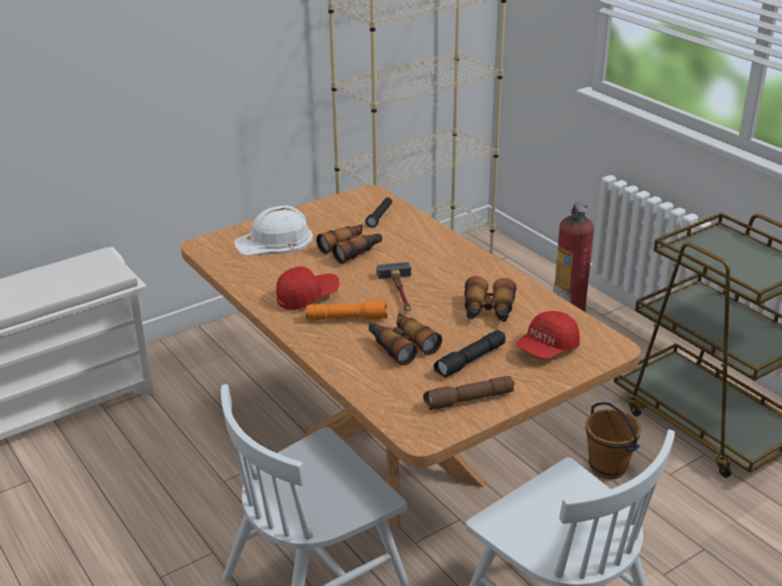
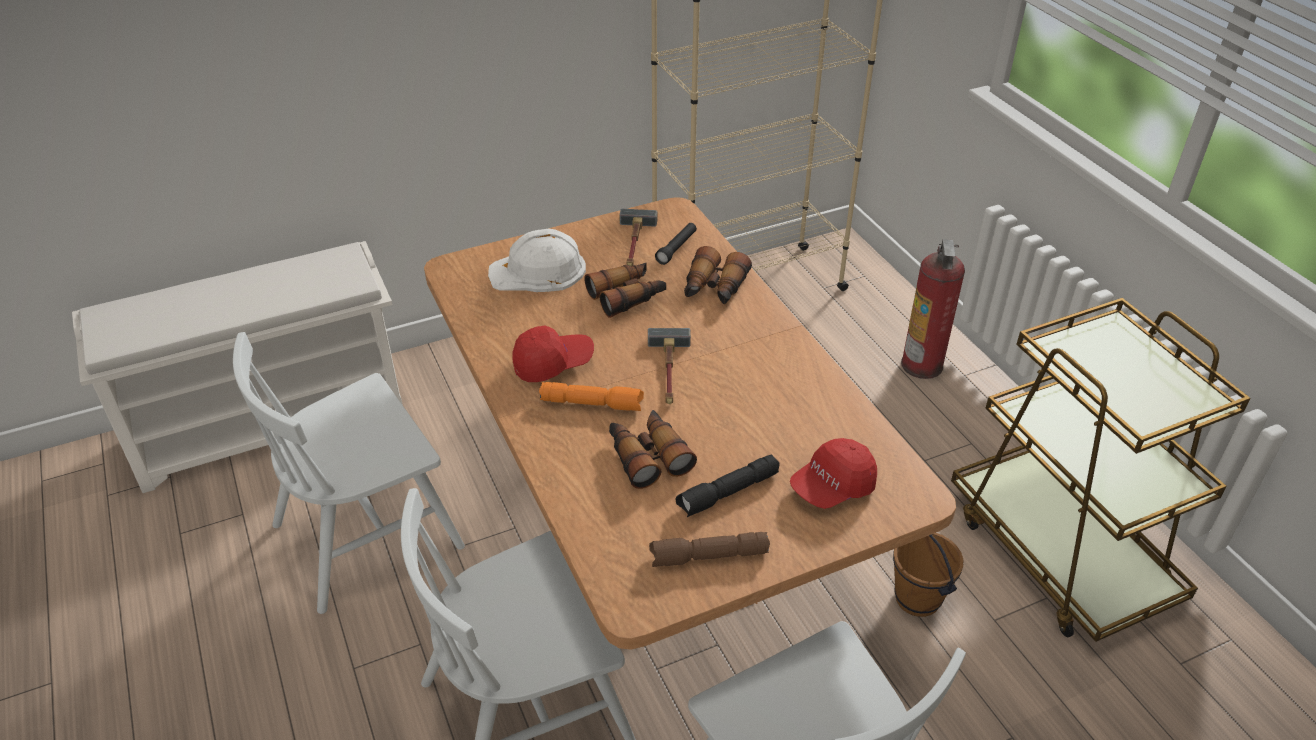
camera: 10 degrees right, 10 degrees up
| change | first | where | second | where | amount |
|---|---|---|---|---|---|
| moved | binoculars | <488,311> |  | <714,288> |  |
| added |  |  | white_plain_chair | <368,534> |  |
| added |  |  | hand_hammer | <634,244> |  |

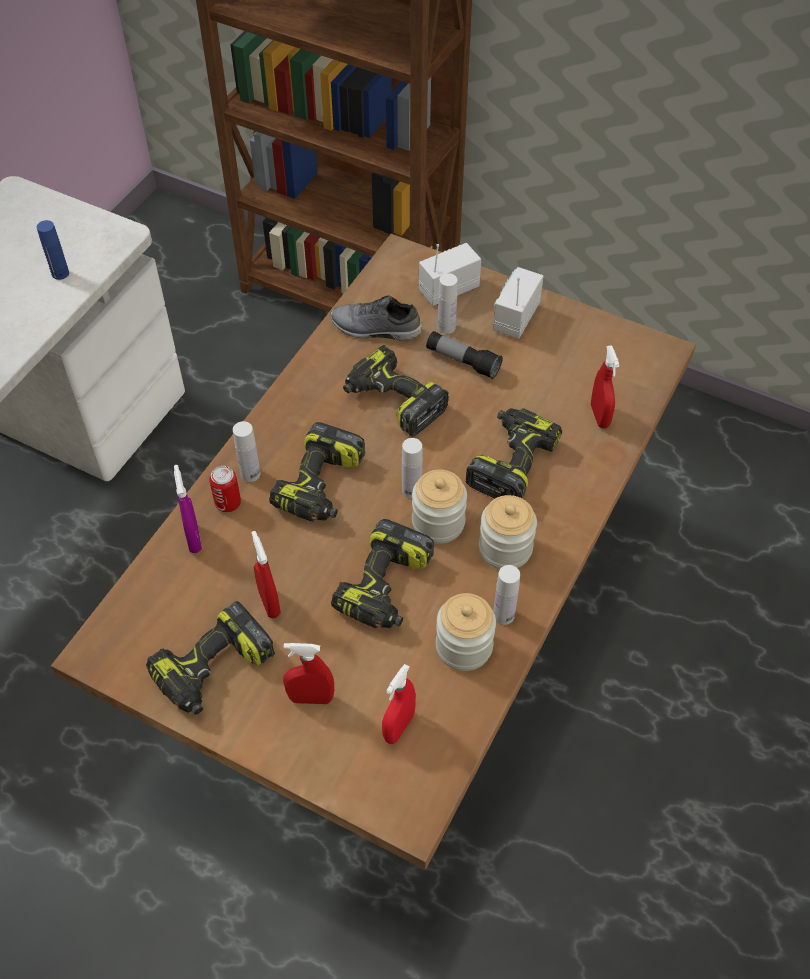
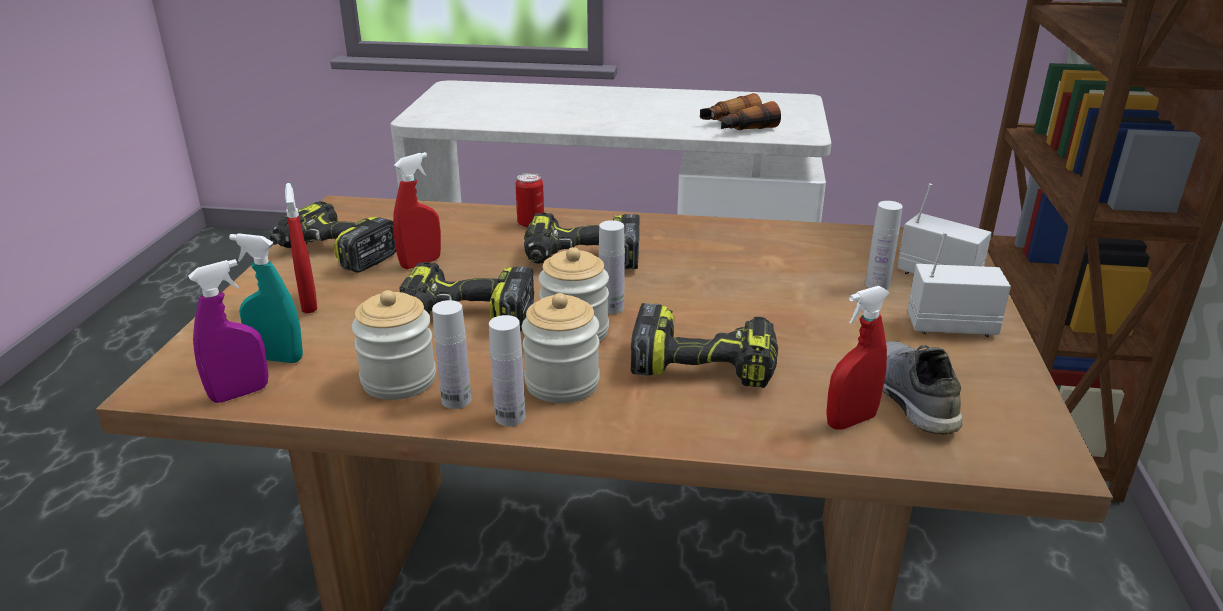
camera: 70 degrees right, 25 degrees down
| change | first | where | second | where | amount |
|---|---|---|---|---|---|
| replaced | blue_drink_bottle | <60,273> | binoculars | <736,127> |  |
| moved | purple-coloured_spray_bottle | <193,538> |  | <240,393> |  |
| moved | white_drink_bottle | <250,474> |  | <510,417> |  |
| moved | greyish_low_shoe | <375,329> |  | <909,397> |  |
| removed | drill | <393,401> |  |  |  |
| recoloured | red_spray_bottle | <399,727> | turquoise-coloured_spray_bottle | <277,358> |  |
| removed | hand_torch | <463,361> |  |  |  |

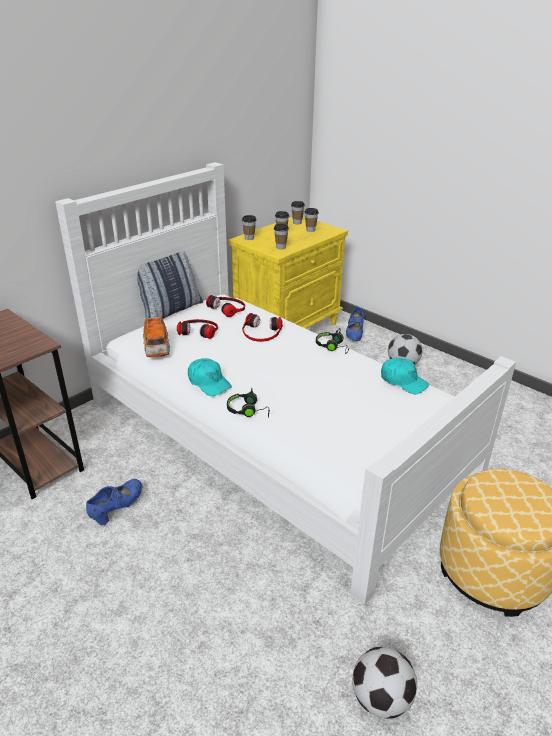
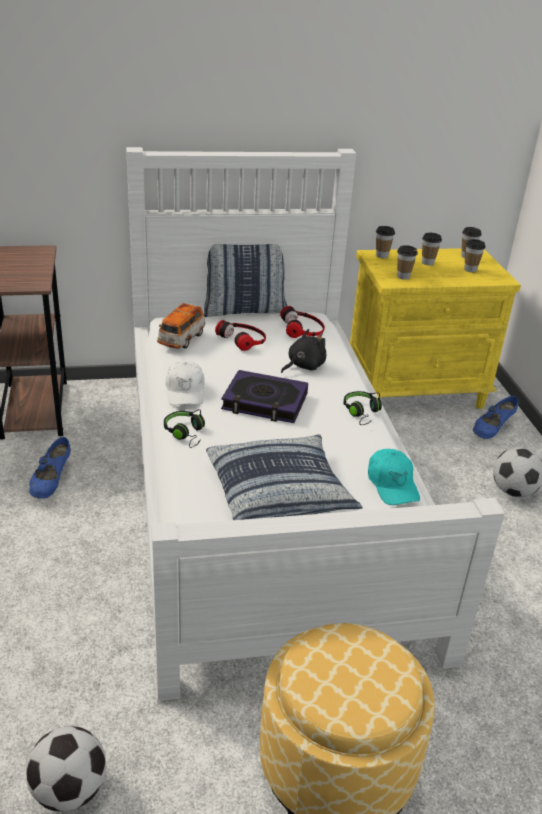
camera: 35 degrees right, 0 degrees up
| change | first | where | second | where | amount |
|---|---|---|---|---|---|
| turned | blue_low_shoe | <117,508> |  | <51,483> | 120 degrees clockwise |
| recoloured | turquoise-coloured_cap | <209,383> | white_cap | <185,391> |  |
| replaced | pair_of_headphones | <261,332> | black-coloured_cuddly_toy | <303,366> |  |
| added |  |  | cushion | <279,492> |  |
| added |  |  | volume | <264,402> |  |

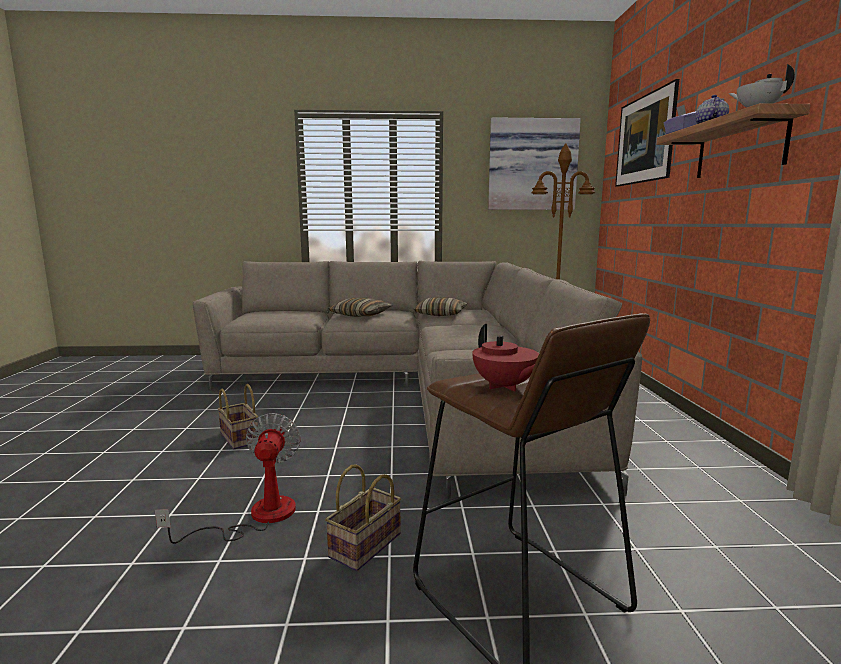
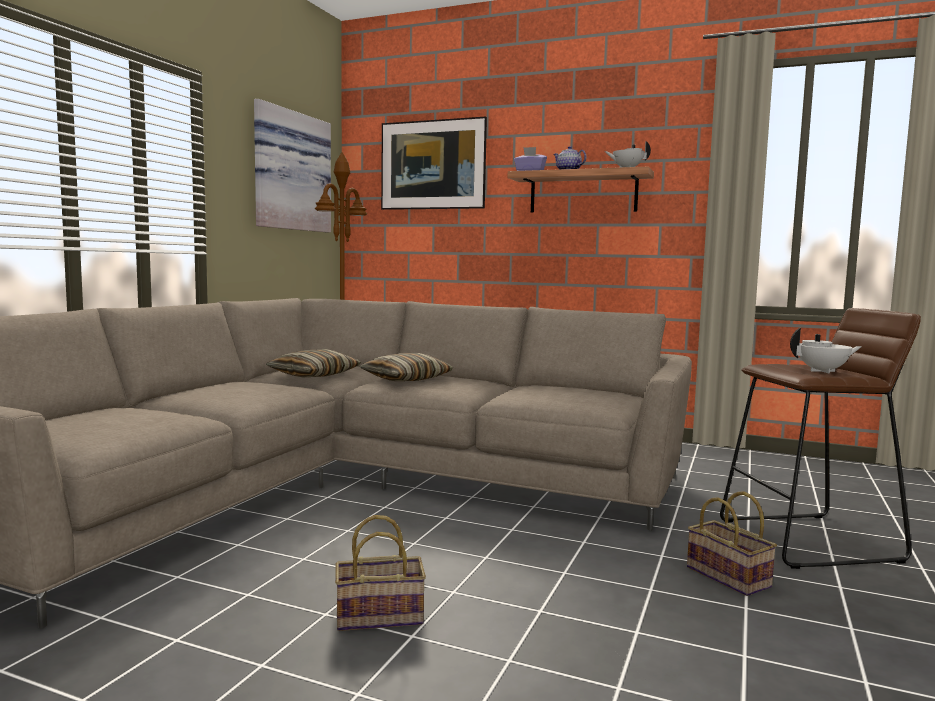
camera: 65 degrees left, 5 degrees down
| change | first | where | second | where | amount |
|---|---|---|---|---|---|
| removed | fan | <257,517> |  |  |  |
| moved | cushion | <360,315> |  | <406,379> |  |
| recoloured | red_teapot | <504,386> | white_teapot | <823,371> |  |

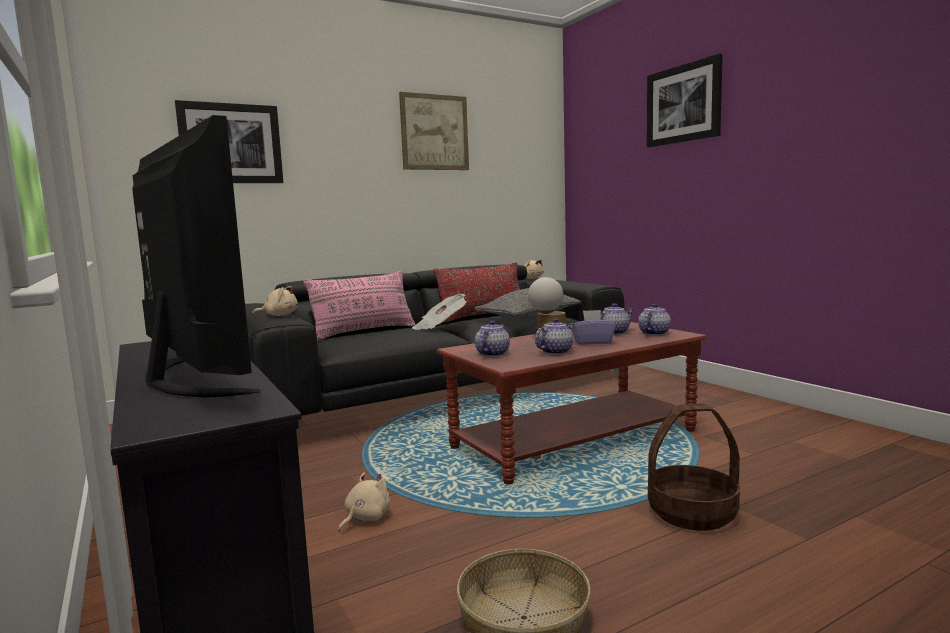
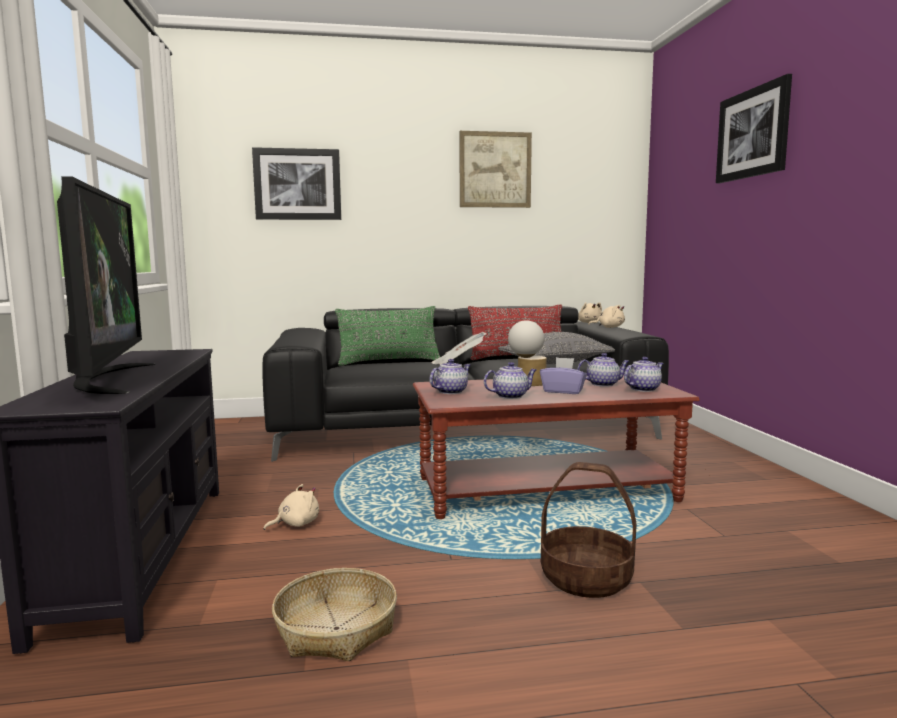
camera: 20 degrees right, 0 degrees up
| change | first | where | second | where | amount |
|---|---|---|---|---|---|
| moved | sand-coloured_cuddly_toy | <279,315> |  | <609,327> |  |
| recoloured | pink_cushion | <364,332> | green_cushion | <389,362> |  |

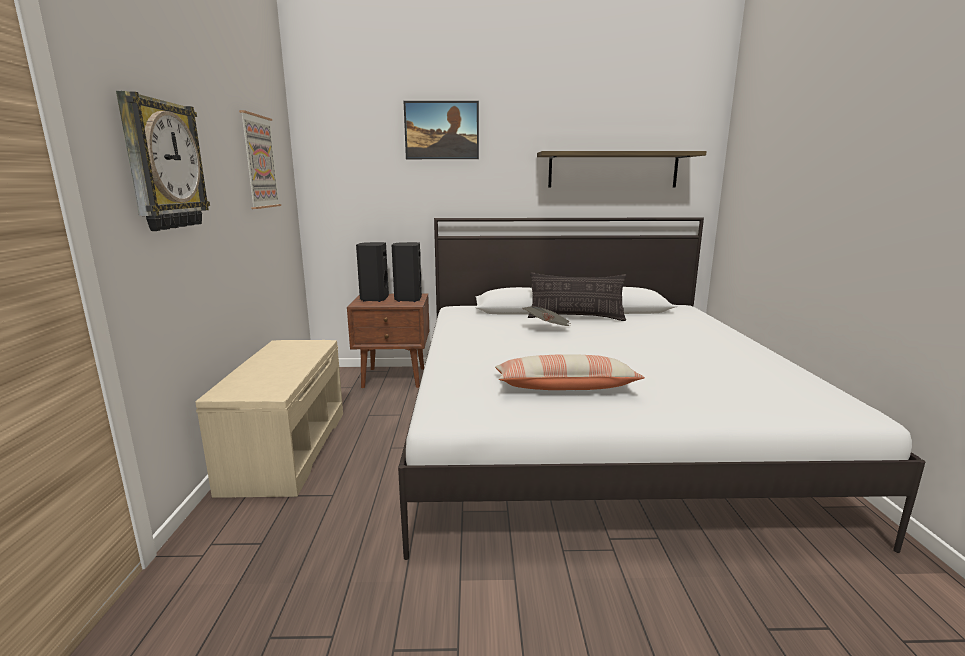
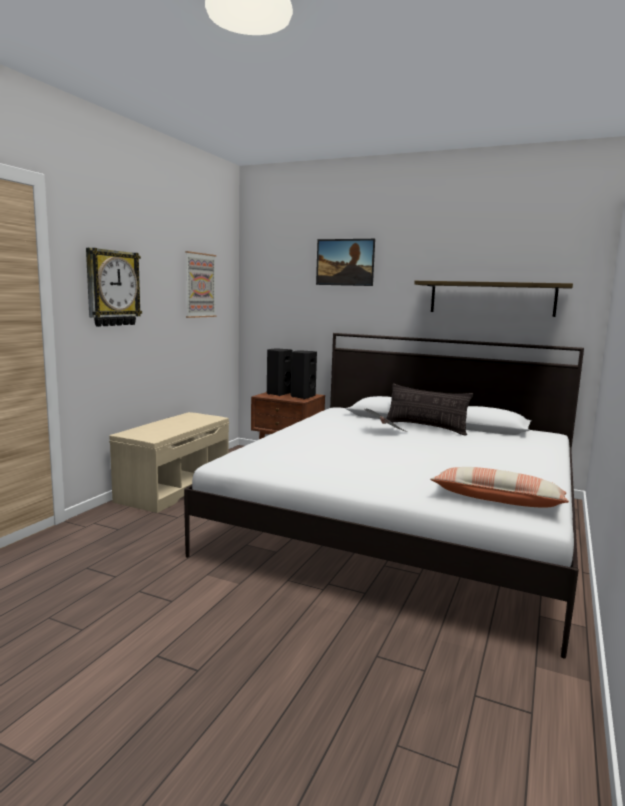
camera: 25 degrees right, 5 degrees down
| change | first | where | second | where | amount |
|---|---|---|---|---|---|
| moved | cushion | <564,387> |  | <497,500> |  |

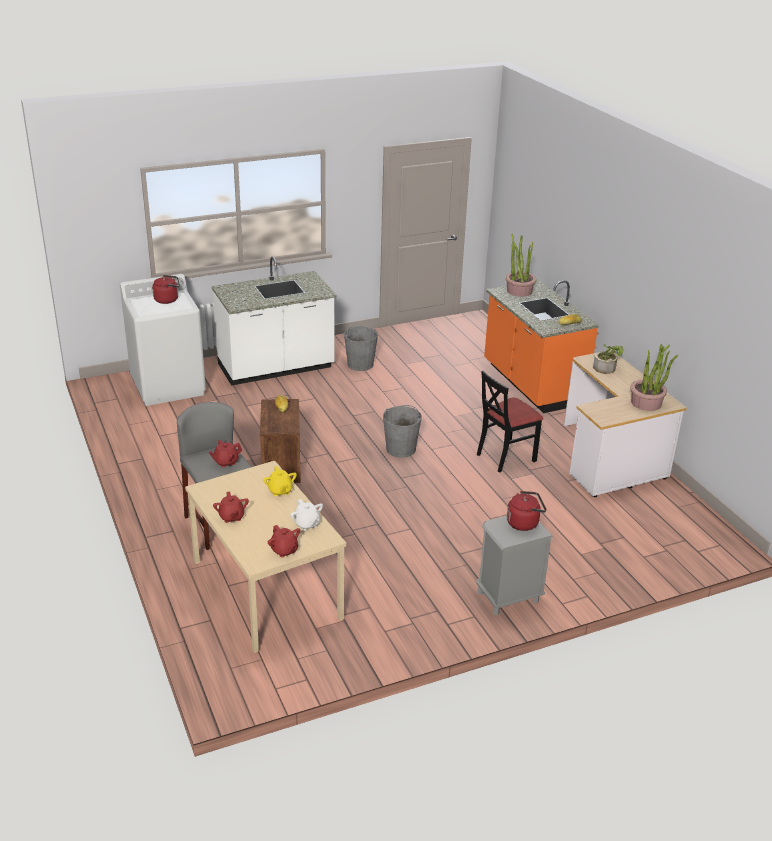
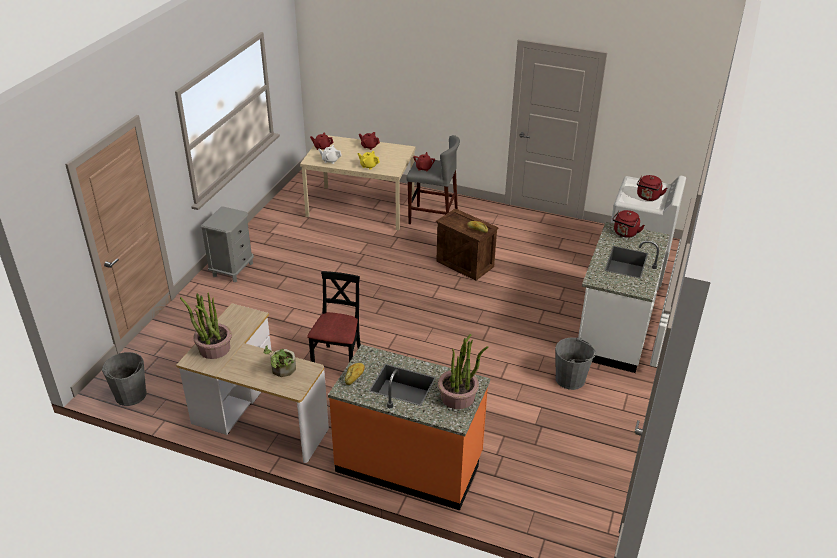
camera: 135 degrees right, 5 degrees up
| change | first | where | second | where | amount |
|---|---|---|---|---|---|
| moved | greyish_water_bucket | <401,449> |  | <130,395> |  |
| moved | red_kettle | <524,523> |  | <625,233> |  |

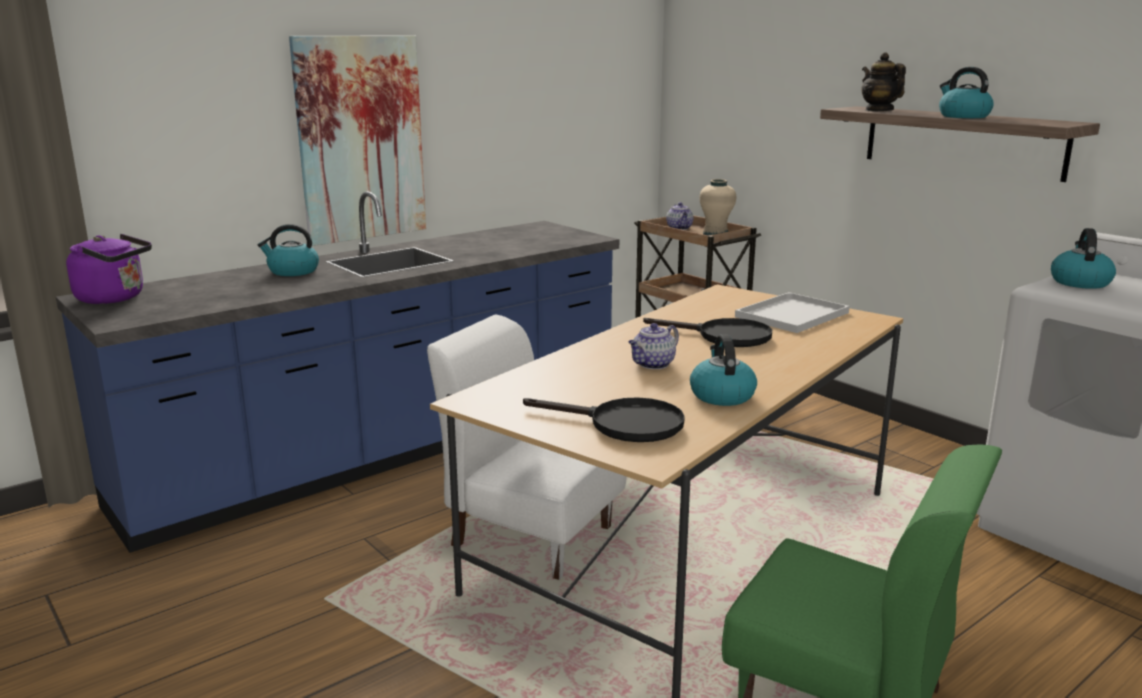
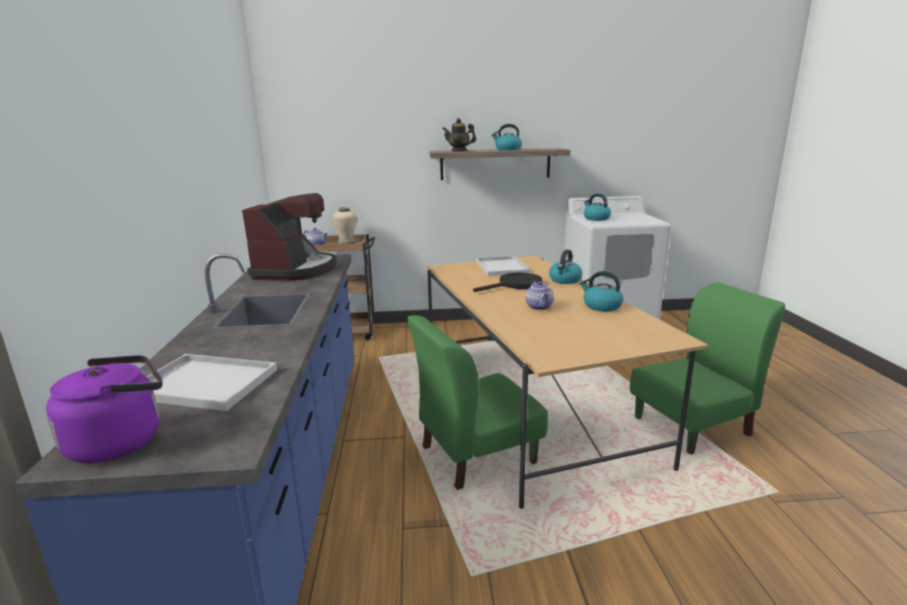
camera: 55 degrees left, 0 degrees up
| change | first | where | second | where | amount |
|---|---|---|---|---|---|
| moved | kettle | <292,271> |  | <565,280> |  |
| removed | wall_art | <361,139> |  |  |  |
| recoloured | white_plain_chair | <531,536> | green_plain_chair | <476,455> |  |
| removed | black-coloured_pan | <623,424> |  |  |  |
| added |  |  | white_serving_tray | <201,384> |  |
| added |  |  | coffee_machine | <296,270> |  |

